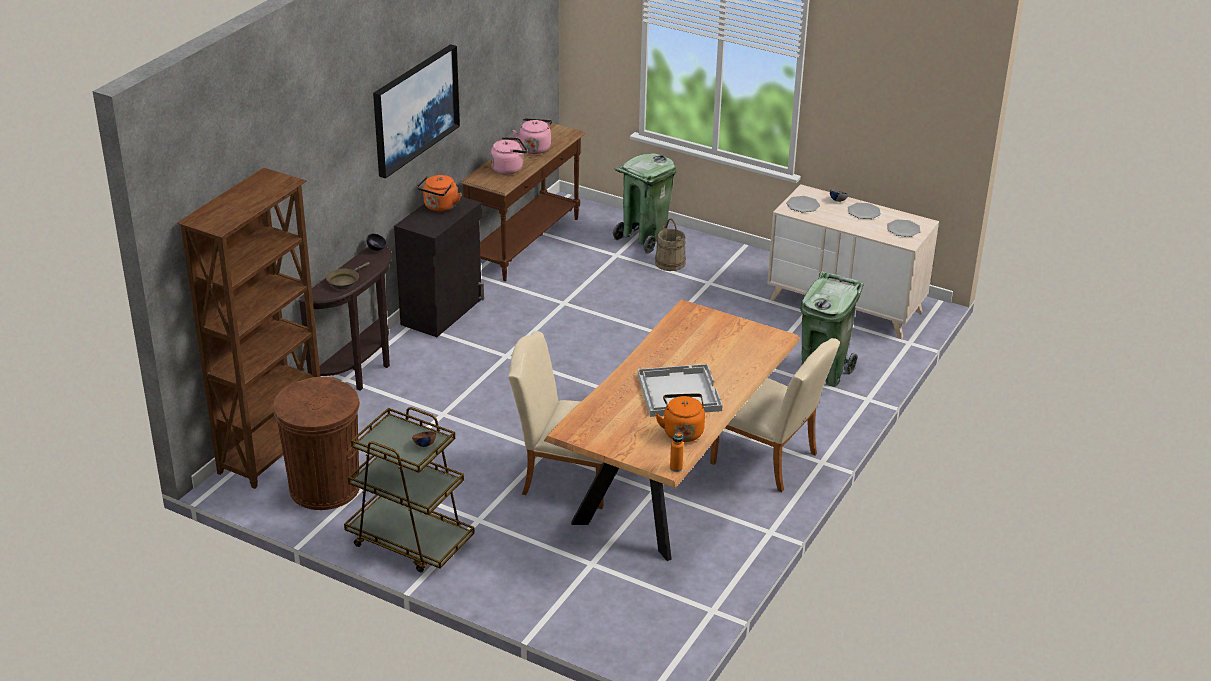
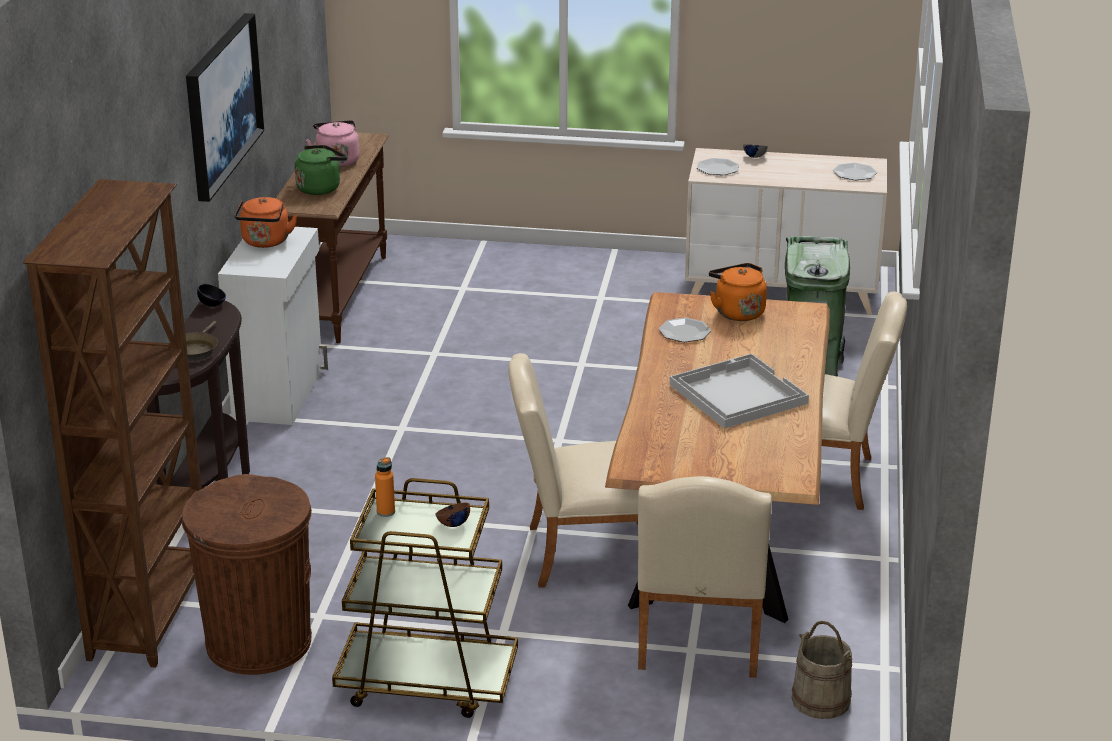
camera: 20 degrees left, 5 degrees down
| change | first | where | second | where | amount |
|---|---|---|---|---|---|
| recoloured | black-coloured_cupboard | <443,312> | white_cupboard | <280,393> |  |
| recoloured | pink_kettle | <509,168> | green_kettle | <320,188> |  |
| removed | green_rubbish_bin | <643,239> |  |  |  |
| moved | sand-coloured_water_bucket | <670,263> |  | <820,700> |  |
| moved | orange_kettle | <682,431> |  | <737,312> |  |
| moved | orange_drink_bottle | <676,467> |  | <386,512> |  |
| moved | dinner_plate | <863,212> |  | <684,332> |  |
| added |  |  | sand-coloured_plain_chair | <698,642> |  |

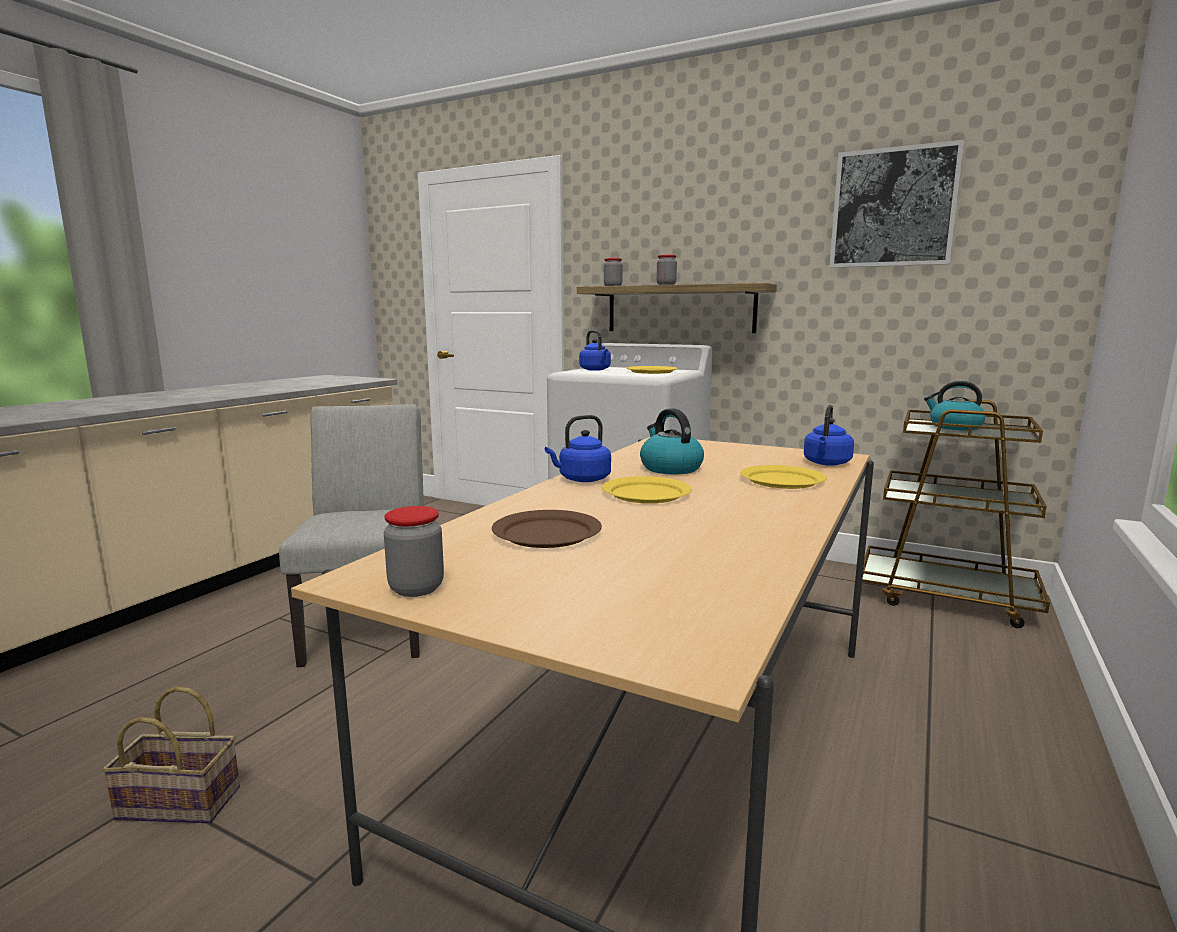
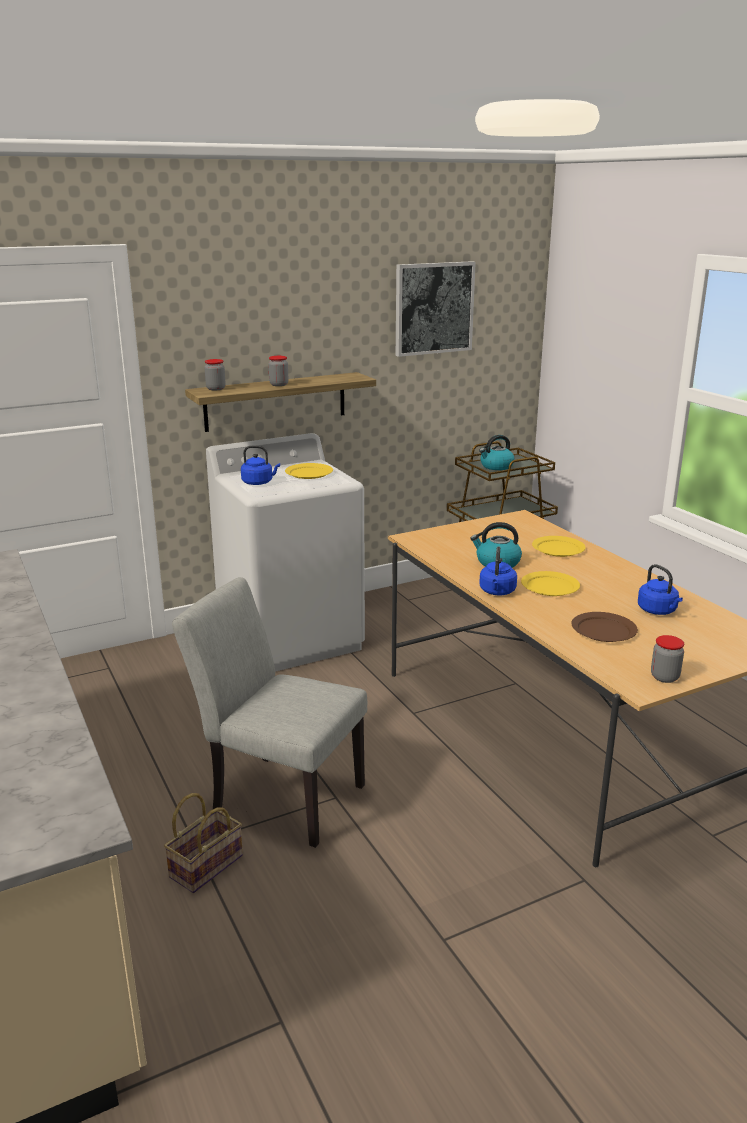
camera: 55 degrees left, 10 degrees up
| change | first | where | second | where | amount |
|---|---|---|---|---|---|
| moved | storage_basket | <183,801> |  | <206,864> |  |
| moved | blue_kettle | <826,463> |  | <658,611> |  |

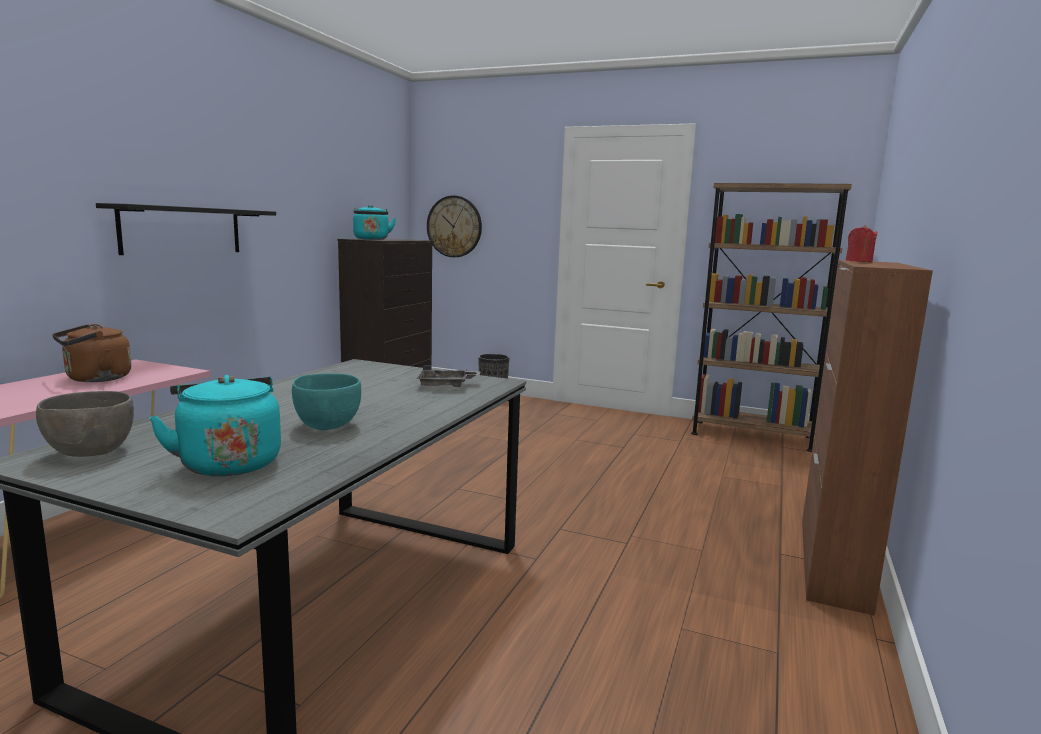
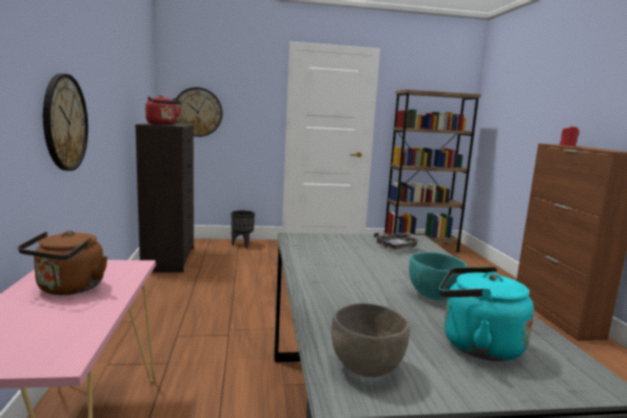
camera: 30 degrees left, 0 degrees up
| change | first | where | second | where | amount |
|---|---|---|---|---|---|
| replaced | black-coloured_bracket_shelf | <182,230> | hanging_clock | <65,123> |  |
| recoloured | turquoise-coloured_kettle | <371,239> | red_kettle | <163,124> |  |

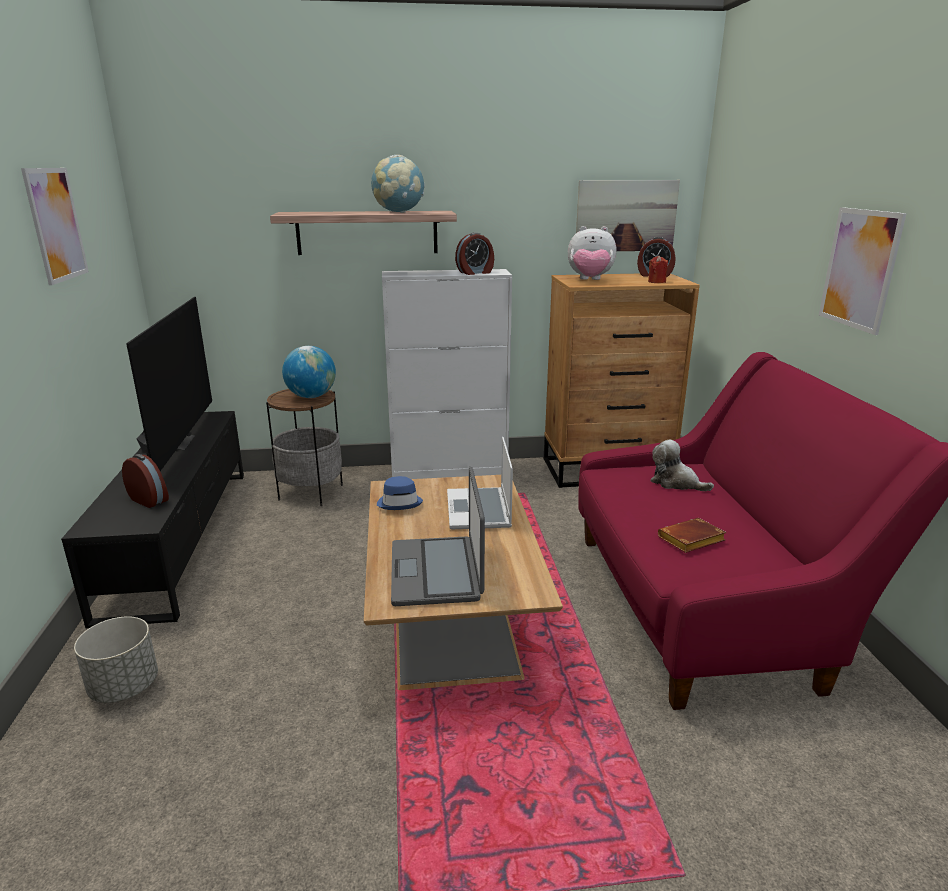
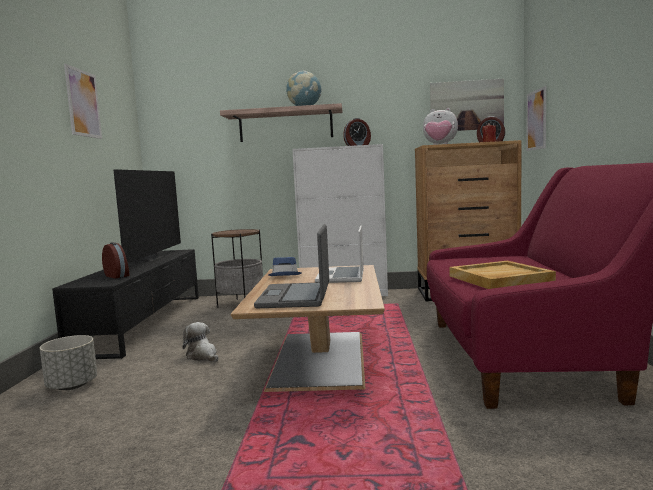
camera: 10 degrees right, 15 degrees down
| change | first | where | second | where | amount |
|---|---|---|---|---|---|
| removed | world_globe | <311,396> |  |  |  |
| moved | cuddly_toy | <676,483> |  | <202,356> |  |
| replaced | brown_volume | <690,541> | sand-coloured_serving_tray | <499,279> |  |
| moved | wall_art | <859,269> |  | <536,120> |  |

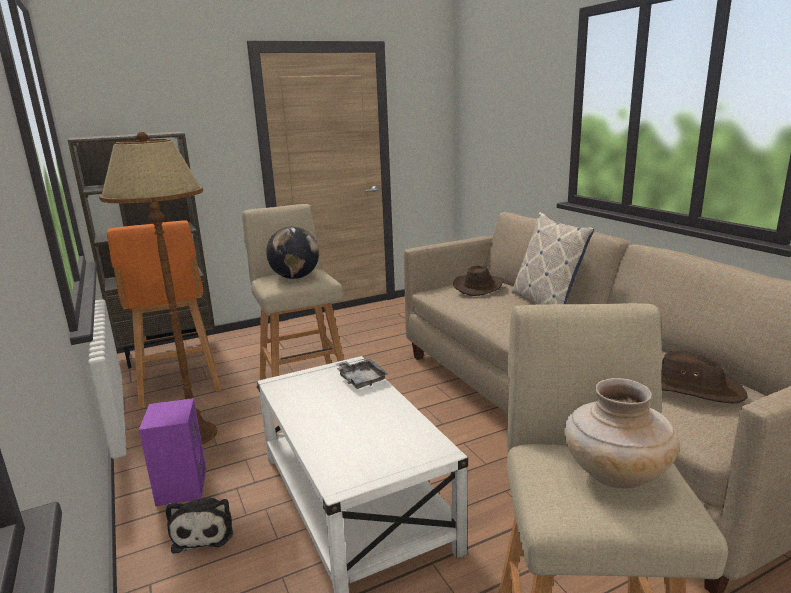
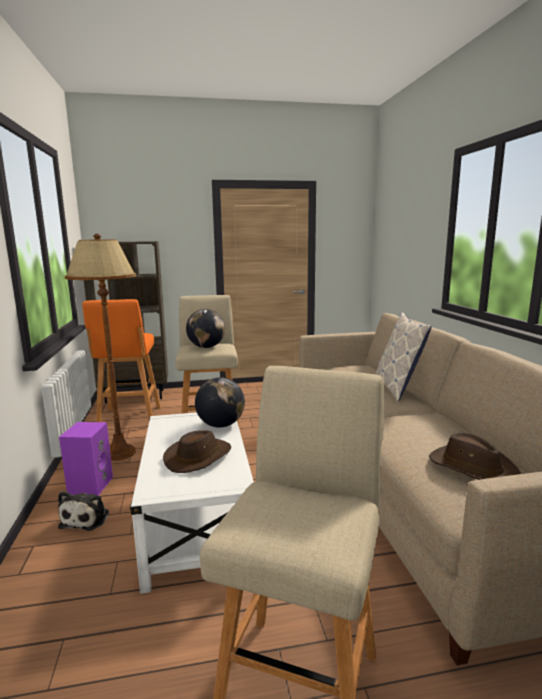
camera: 15 degrees right, 5 degrees down
| change | first | where | second | where | amount |
|---|---|---|---|---|---|
| replaced | greyish_serving_tray | <361,379> | world_globe | <220,425> |  |
| moved | brown_wearable_hat | <478,287> |  | <198,457> |  |
| removed | sand-coloured_flower_vase | <615,474> |  |  |  |

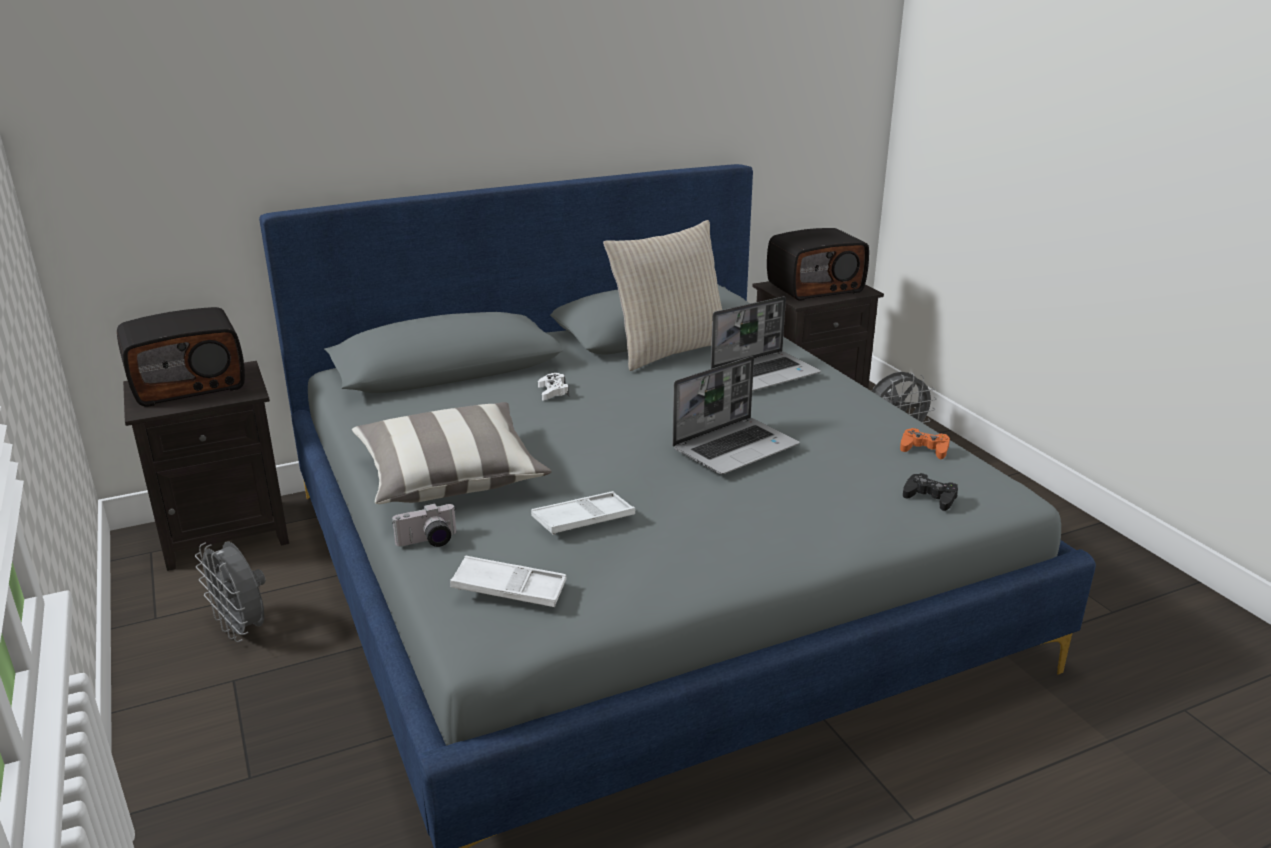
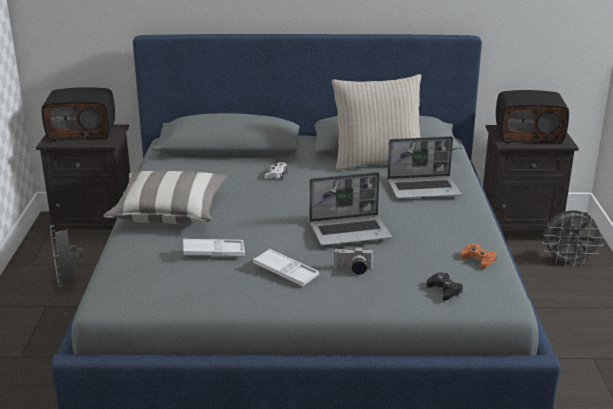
camera: 25 degrees right, 0 degrees up
| change | first | where | second | where | amount |
|---|---|---|---|---|---|
| moved | photo_camera | <428,542> |  | <353,270> |  |
| moved | white_serving_tray | <509,589> |  | <285,272> |  |

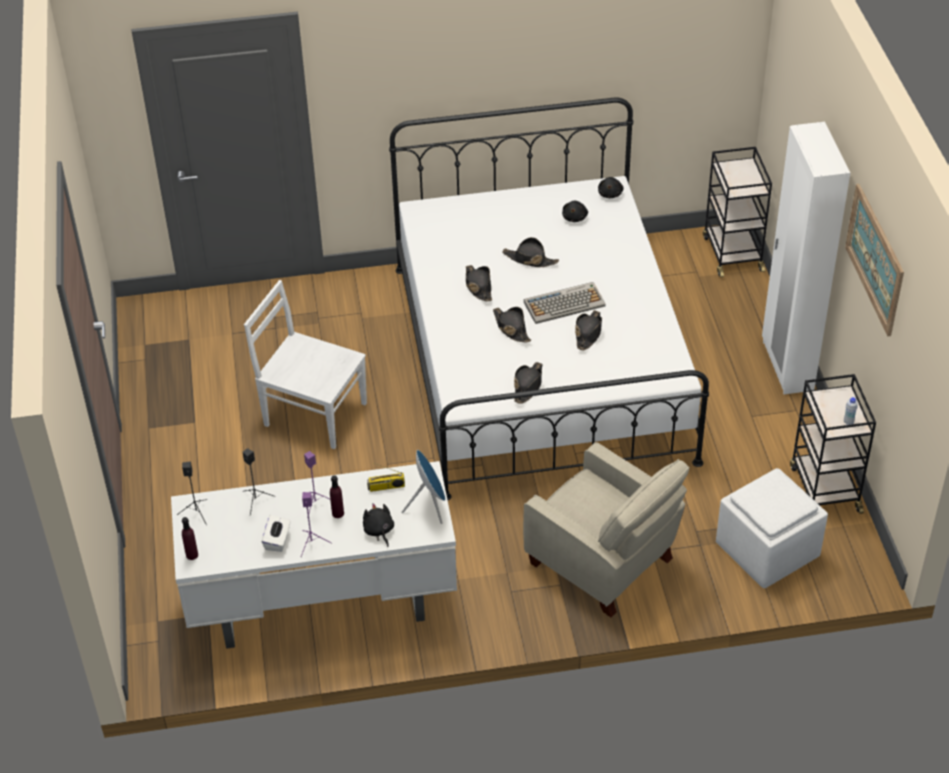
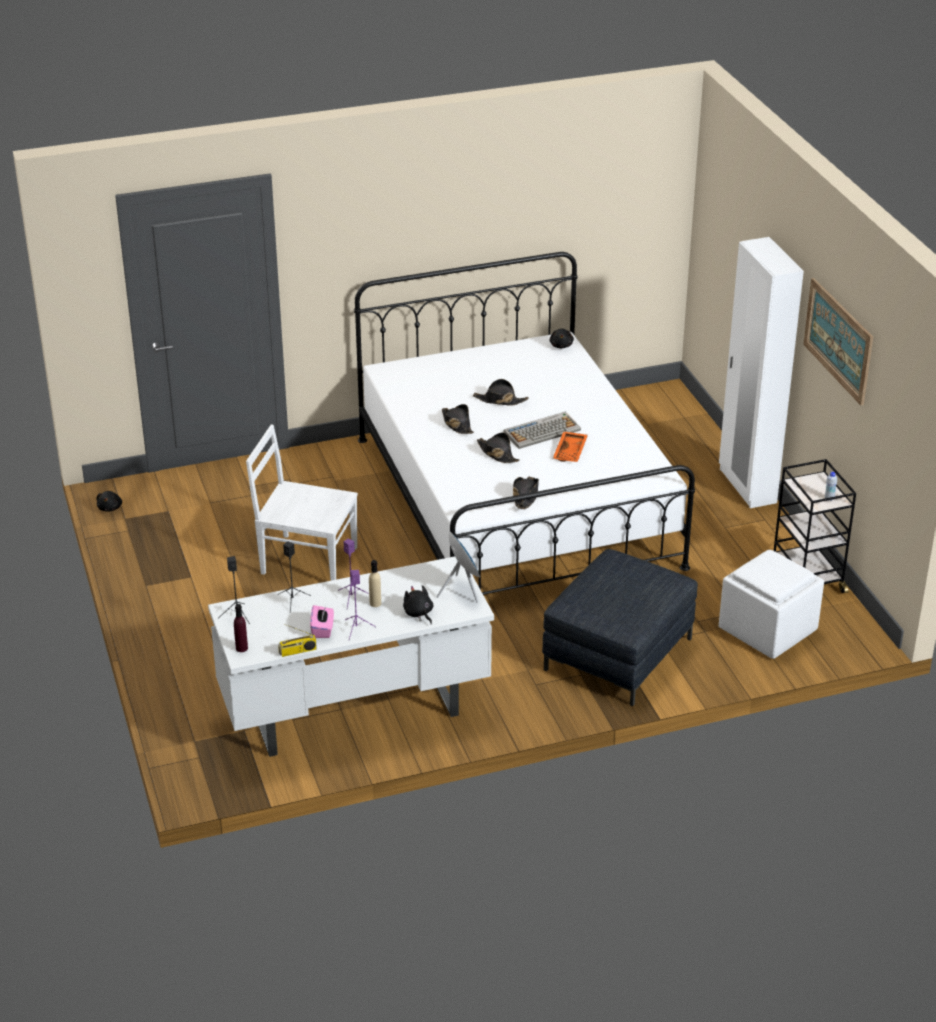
camera: 10 degrees left, 10 degrees down
| change | first | where | second | where | amount |
|---|---|---|---|---|---|
| recoloured | white_box_of_tissues | <277,541> | pink_box_of_tissues | <322,629> |  |
| recoloured | purple-coloured_drink_bottle | <338,513> | sand-coloured_drink_bottle | <375,603> |  |
| moved | radio_receiver | <386,487> |  | <297,651> |  |
| replaced | sand-coloured_armchair | <604,563> | greyish_footrest | <618,654> |  |
| moved | black-coloured_cuddly_toy | <575,217> |  | <110,508> |  |
| replaced | black-coloured_wearable_hat | <588,333> | orange_serving_tray | <571,452> |  |
| removed | black-coloured_cart | <732,253> |  |  |  |

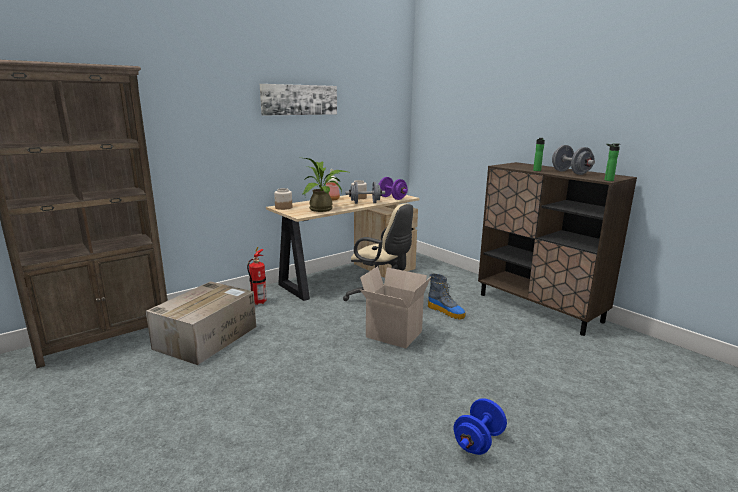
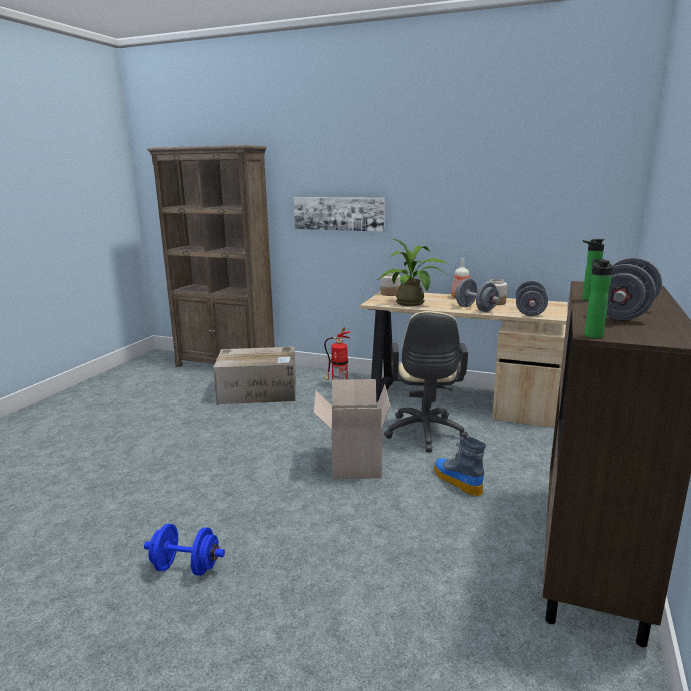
camera: 60 degrees right, 0 degrees up
| change | first | where | second | where | amount |
|---|---|---|---|---|---|
| moved | wall_art | <299,100> |  | <339,213> |  |
| recoloured | purple-coloured_dumbbell | <392,198> | greyish_dumbbell | <530,312> |  |
| turned | high-top_boot | <446,312> |  | <456,481> | 135 degrees clockwise |

